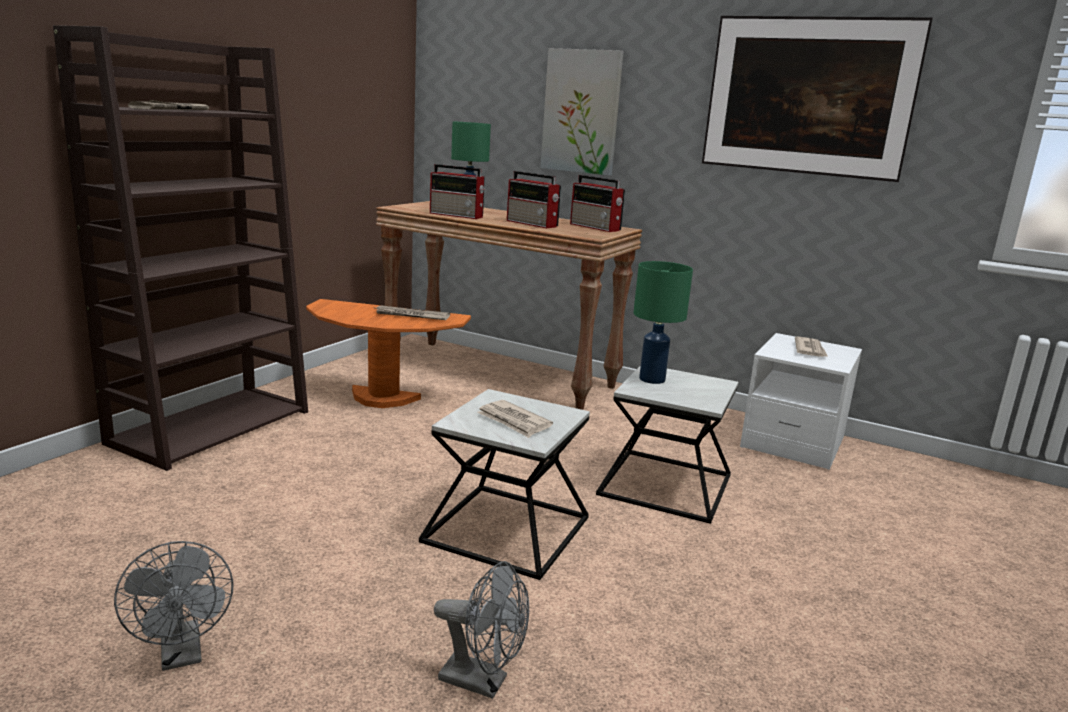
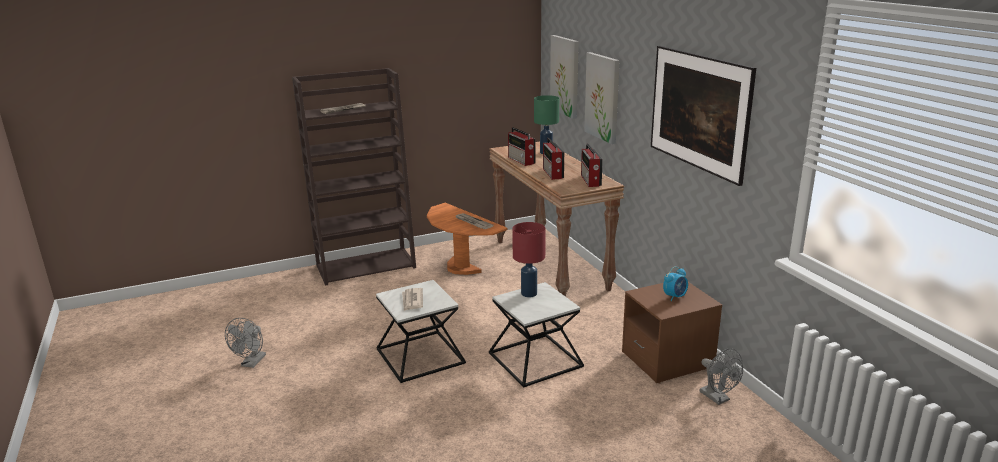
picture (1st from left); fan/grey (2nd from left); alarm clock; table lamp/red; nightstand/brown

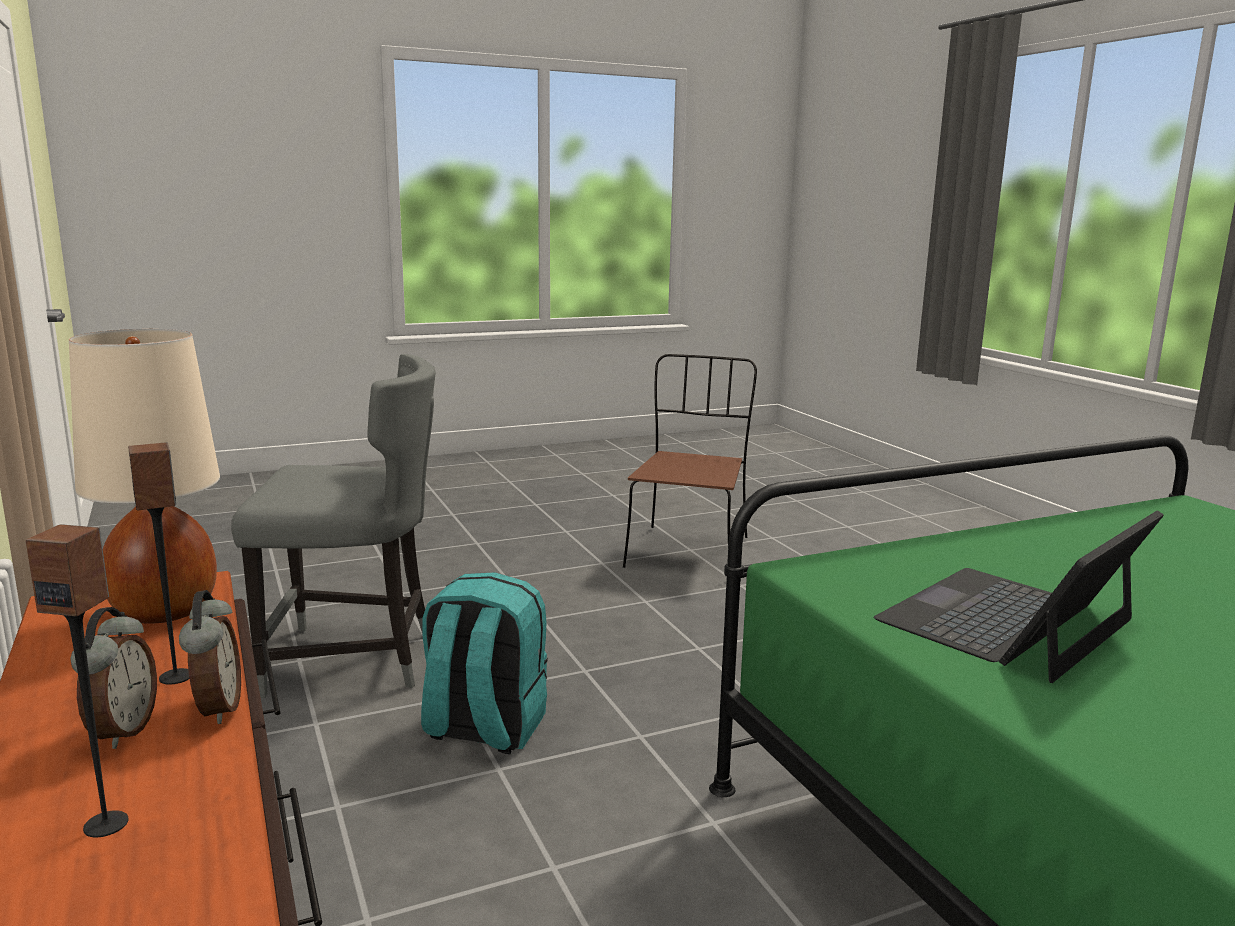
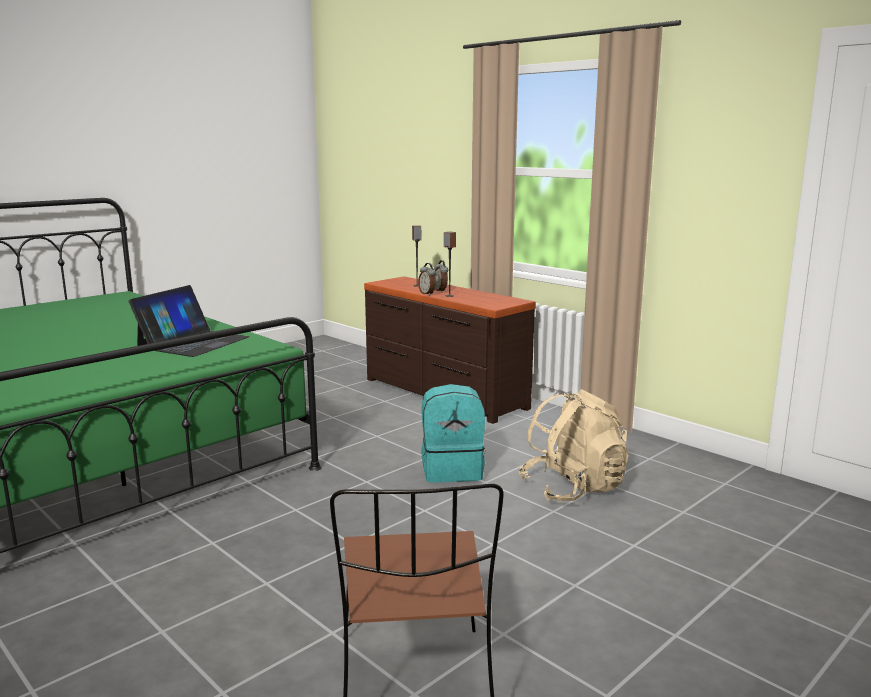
table lamp/beige; backpack/beige

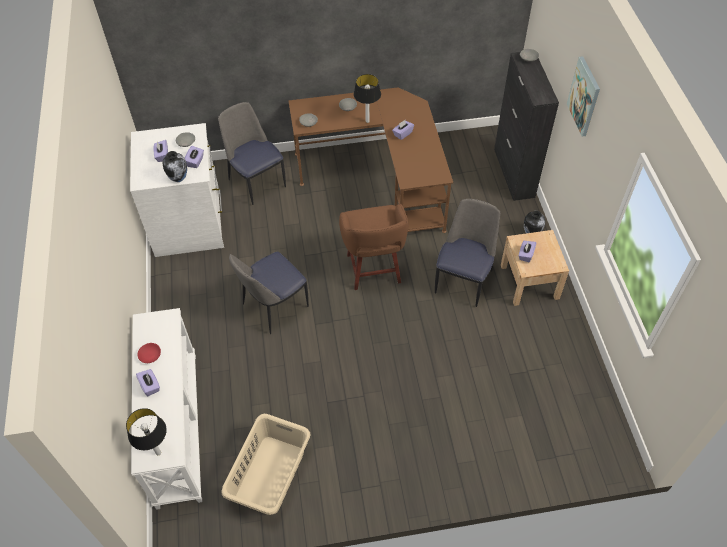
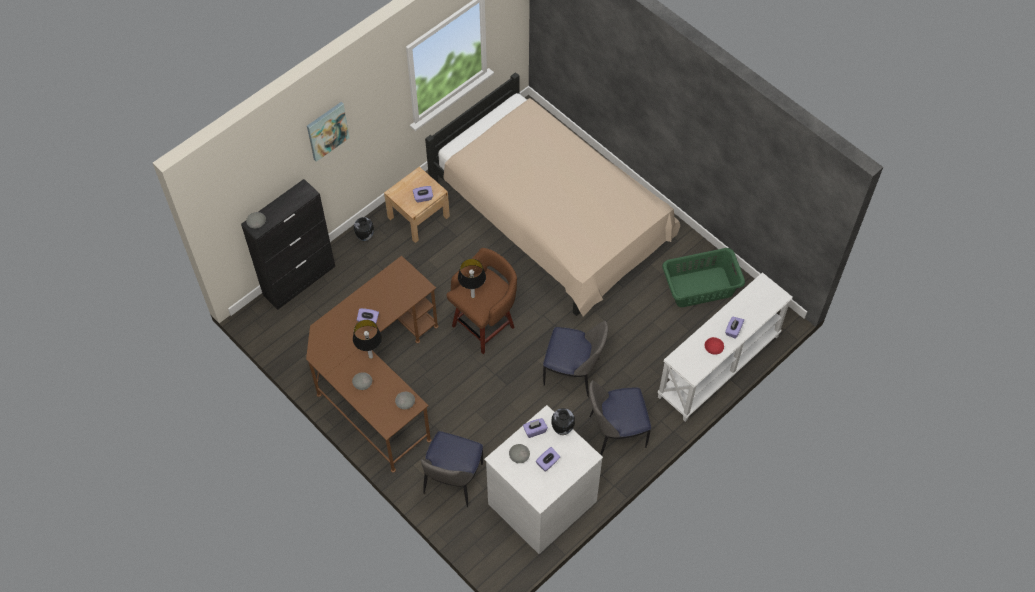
bed/beige; table lamp (2nd from left); chair (3rd from left); laundry basket/green

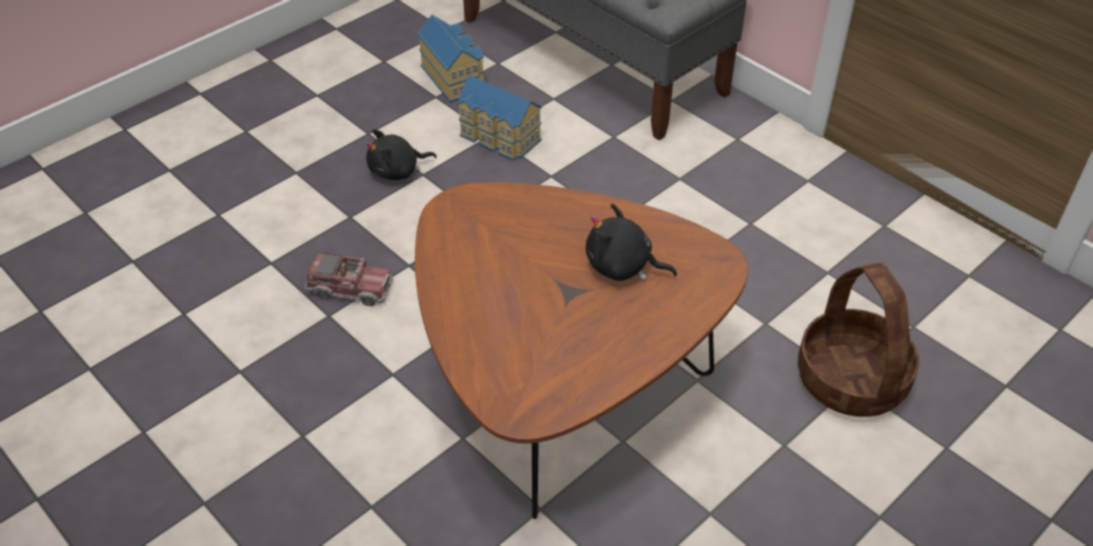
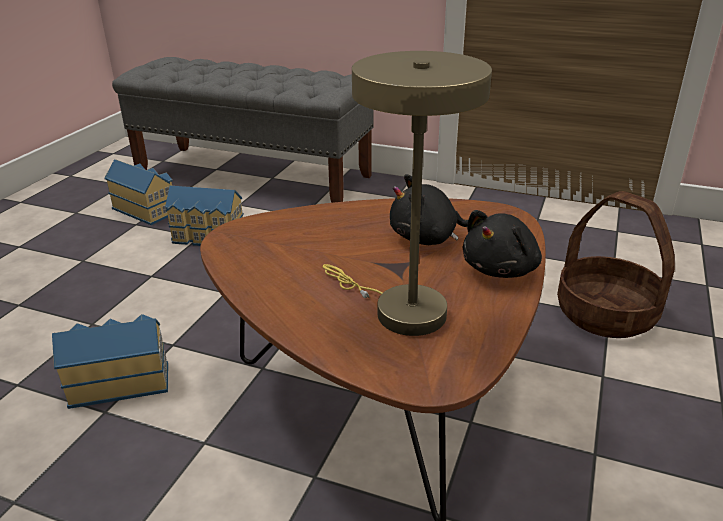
table lamp/beige; plush toy/black (2nd from left); toy house (1st from left)

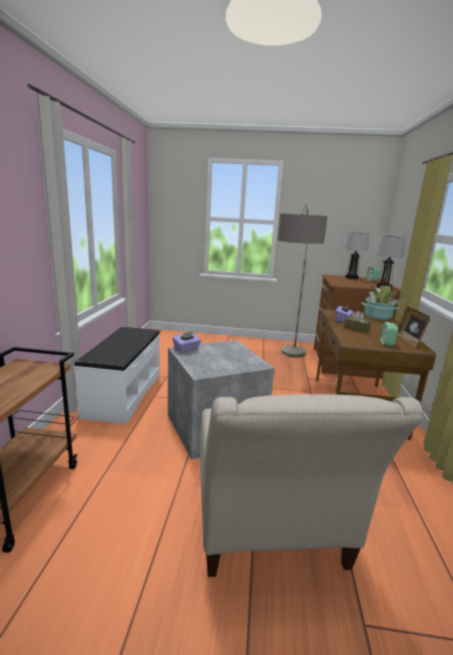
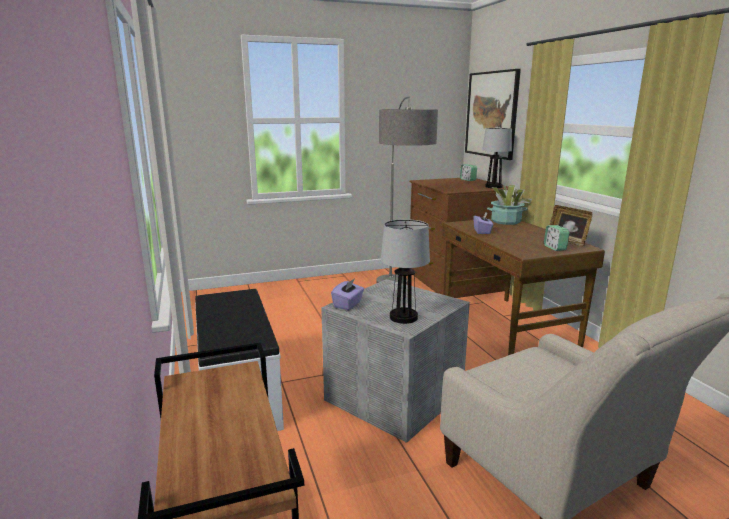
tissue box/brown; picture; table lamp (1st from left)

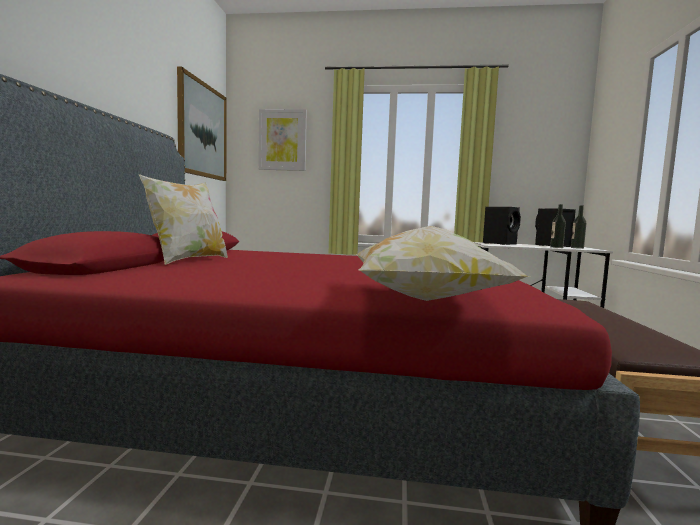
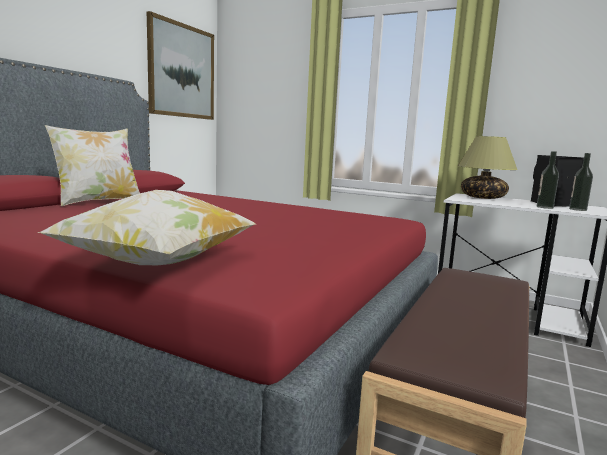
picture (2nd from left in the first image); table lamp

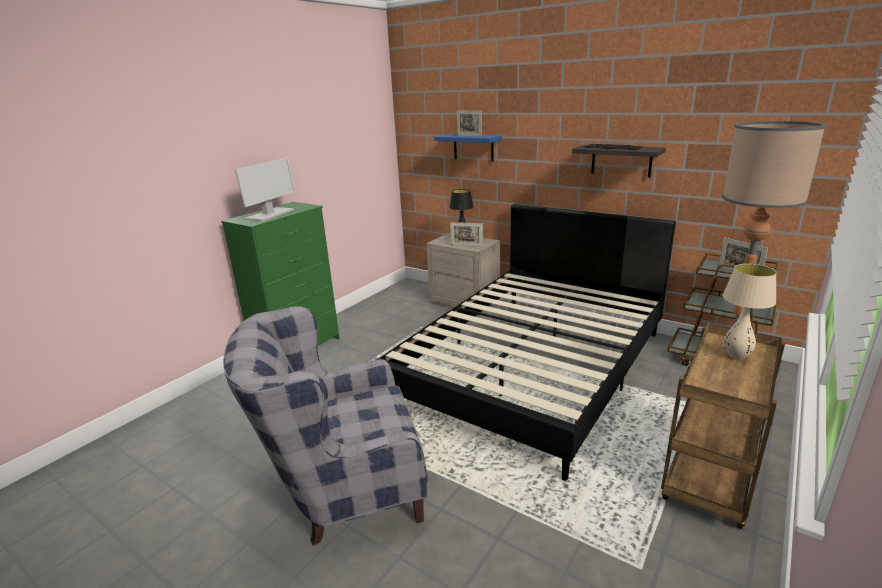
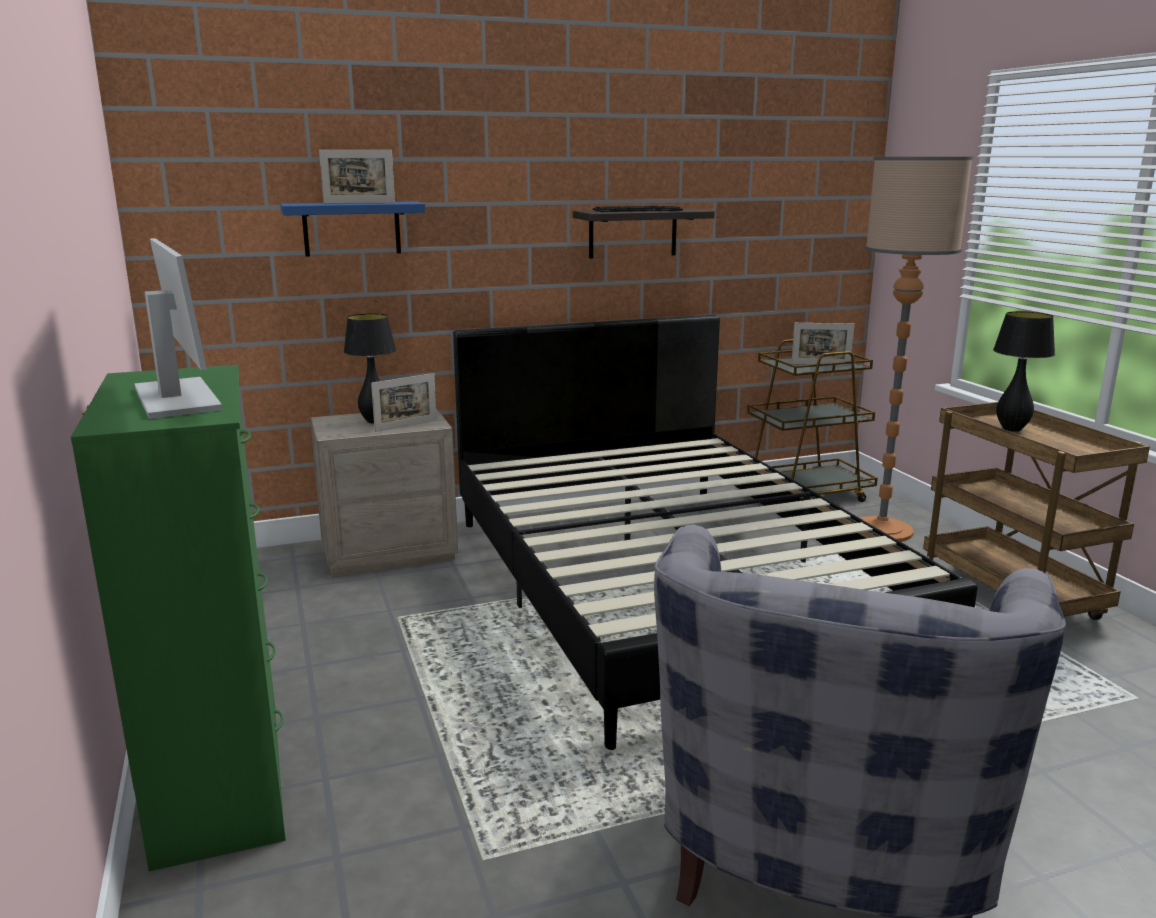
table lamp/black (2nd from left)

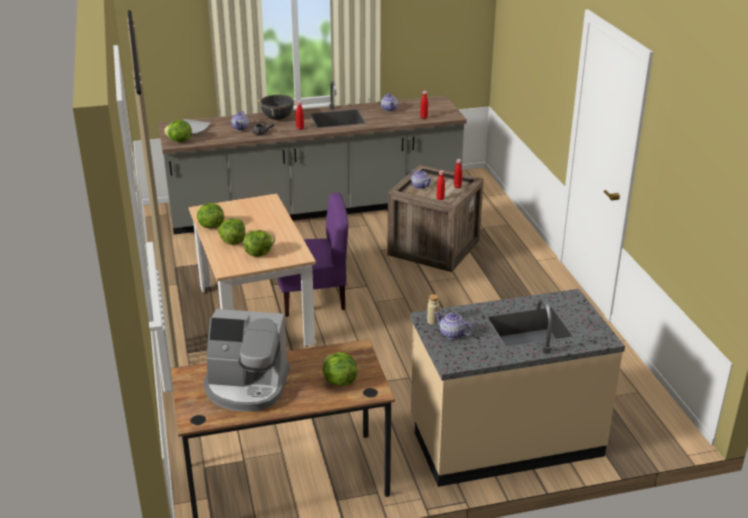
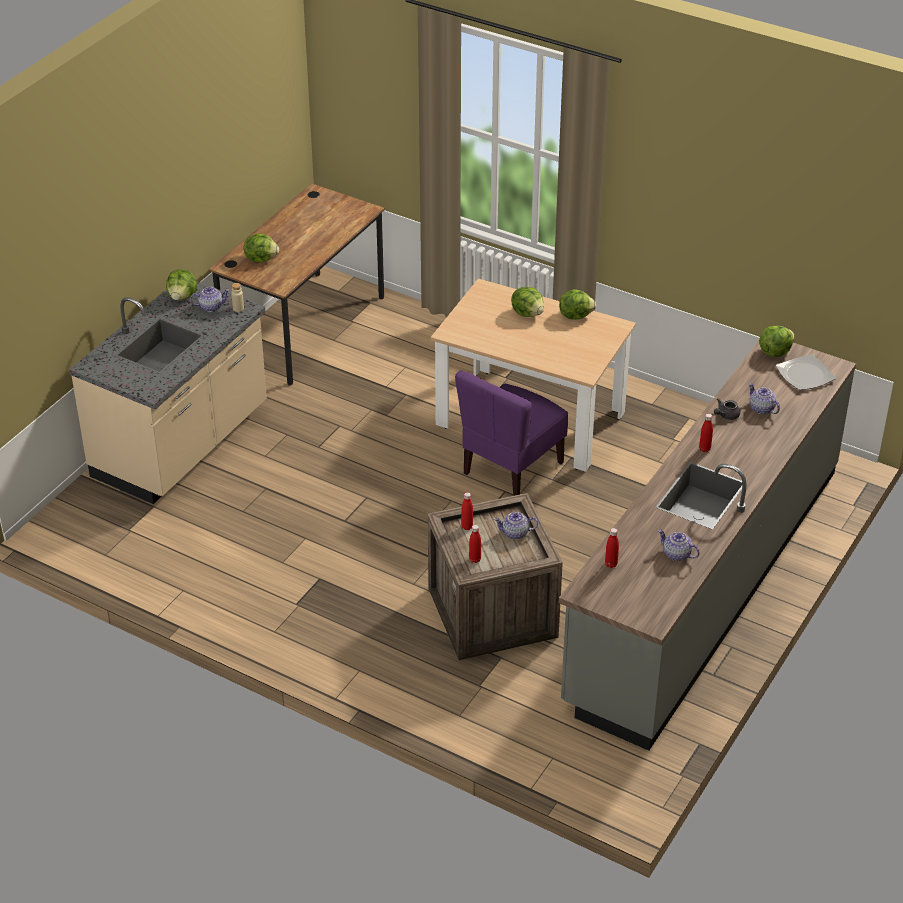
coffee machine; cooking pot/black; lettuce (1st from left)

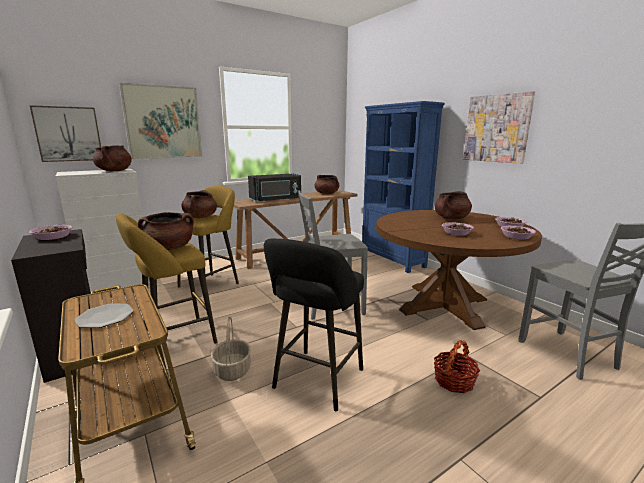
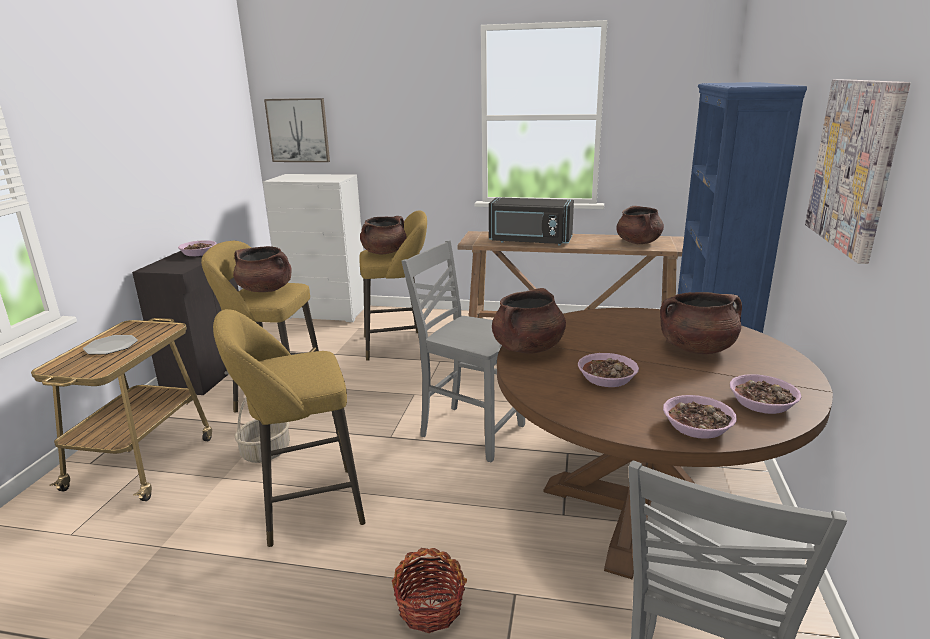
picture (2nd from left in the first image); cooking pot/brown (3rd from left); stool/yellow (2nd from left)

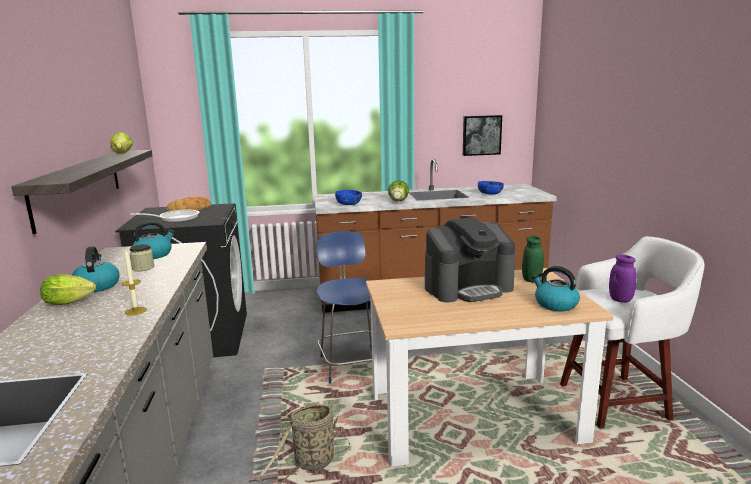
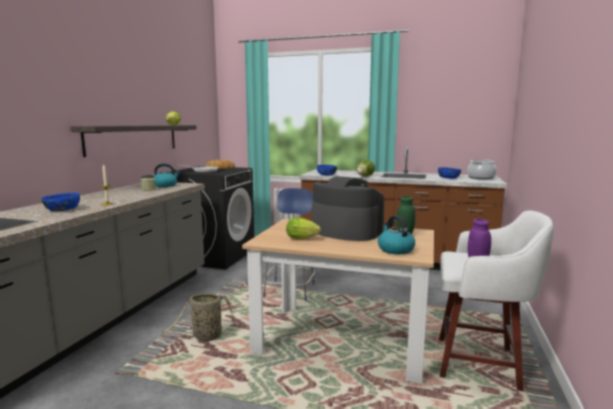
kettle (1st from left in the first image); picture; bowl/blue (1st from left); cooking pot; lettuce (2nd from left); coffee machine

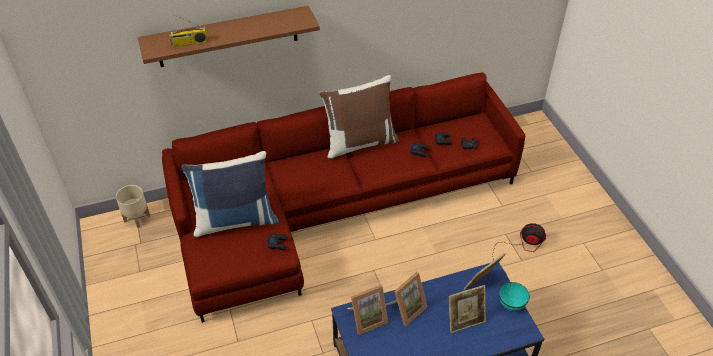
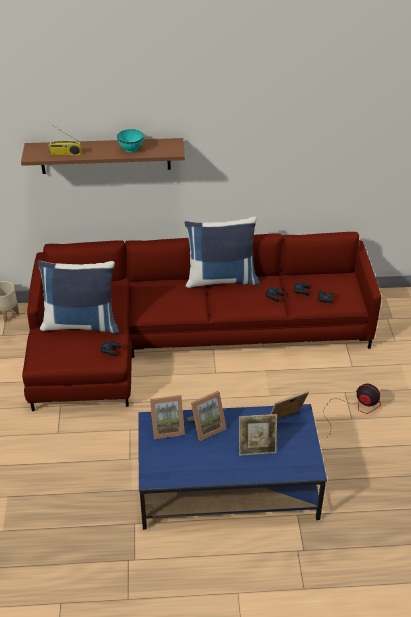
bowl/turquoise; pillow/blue (2nd from left)

